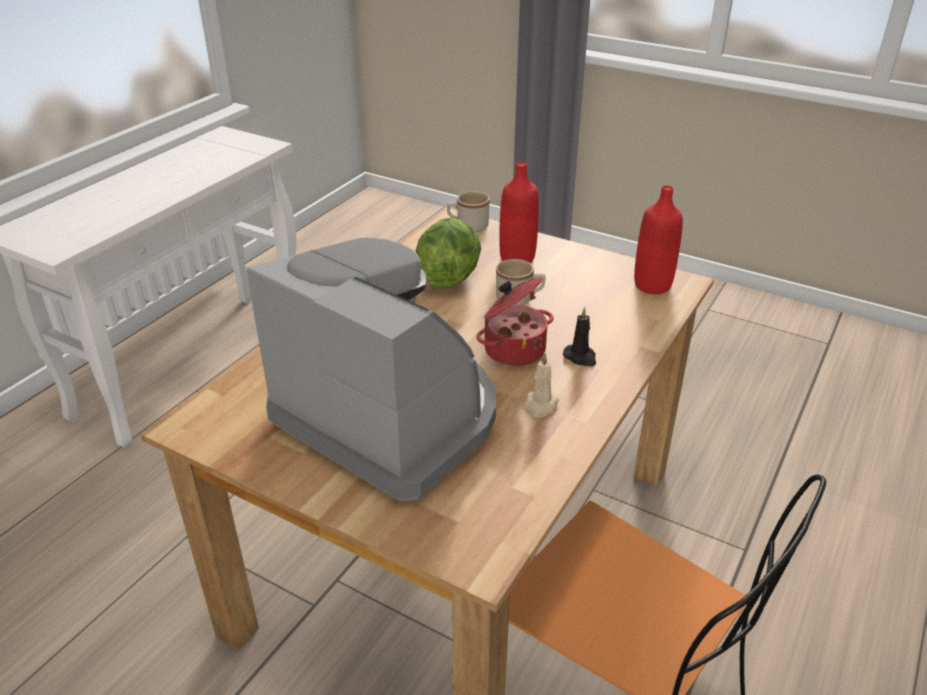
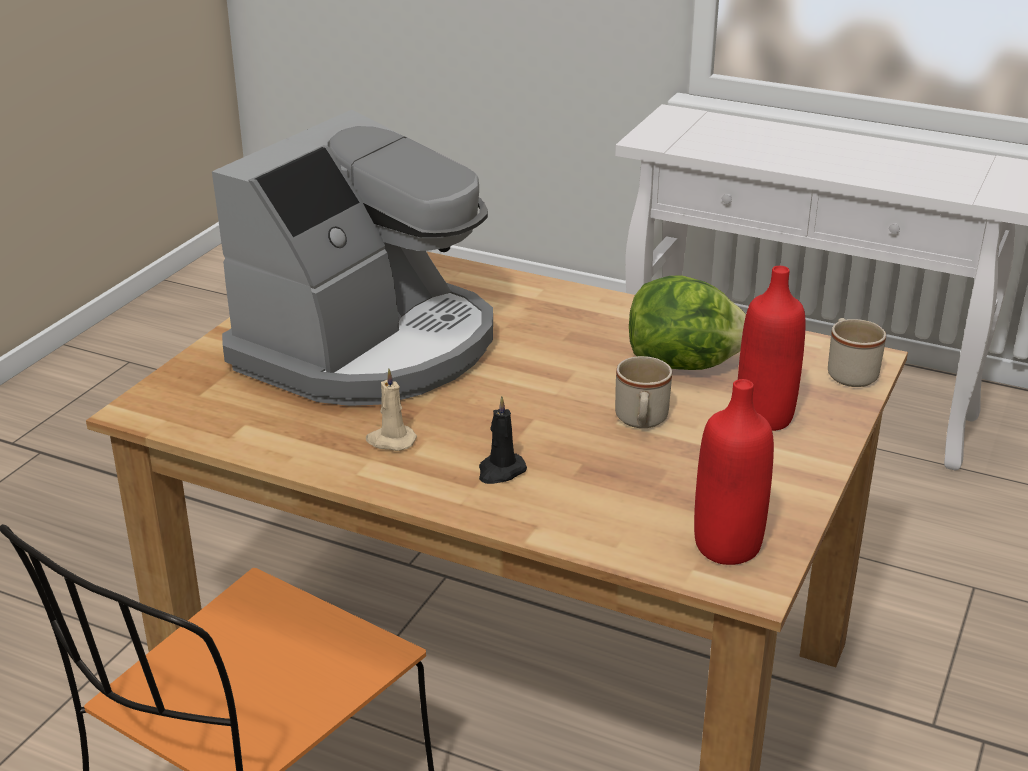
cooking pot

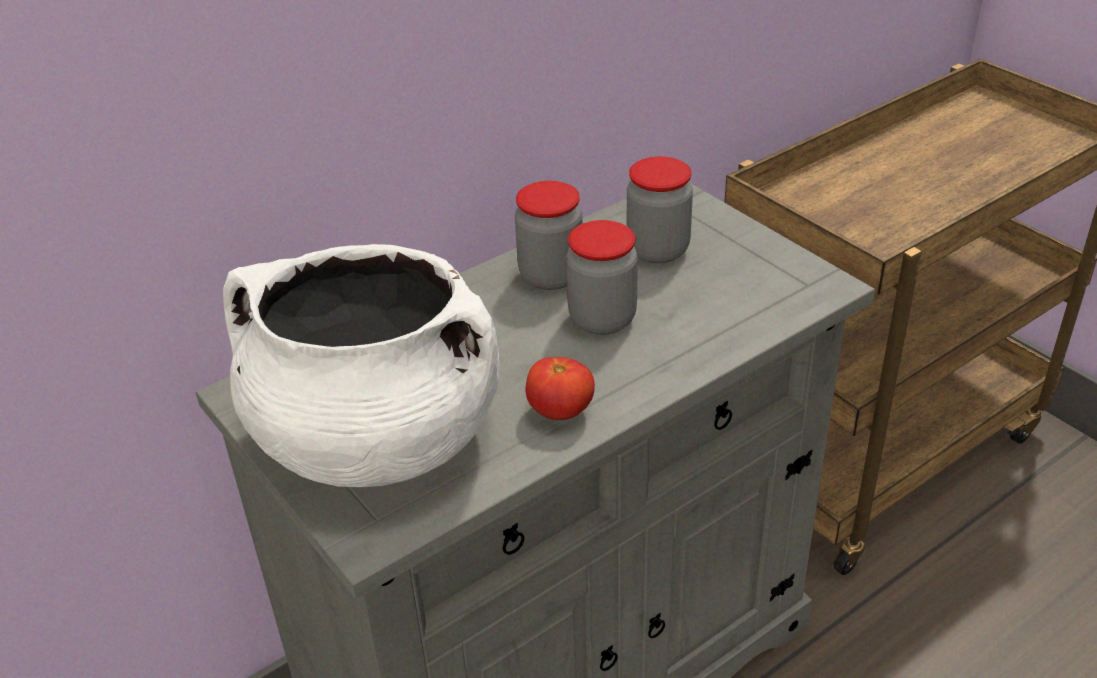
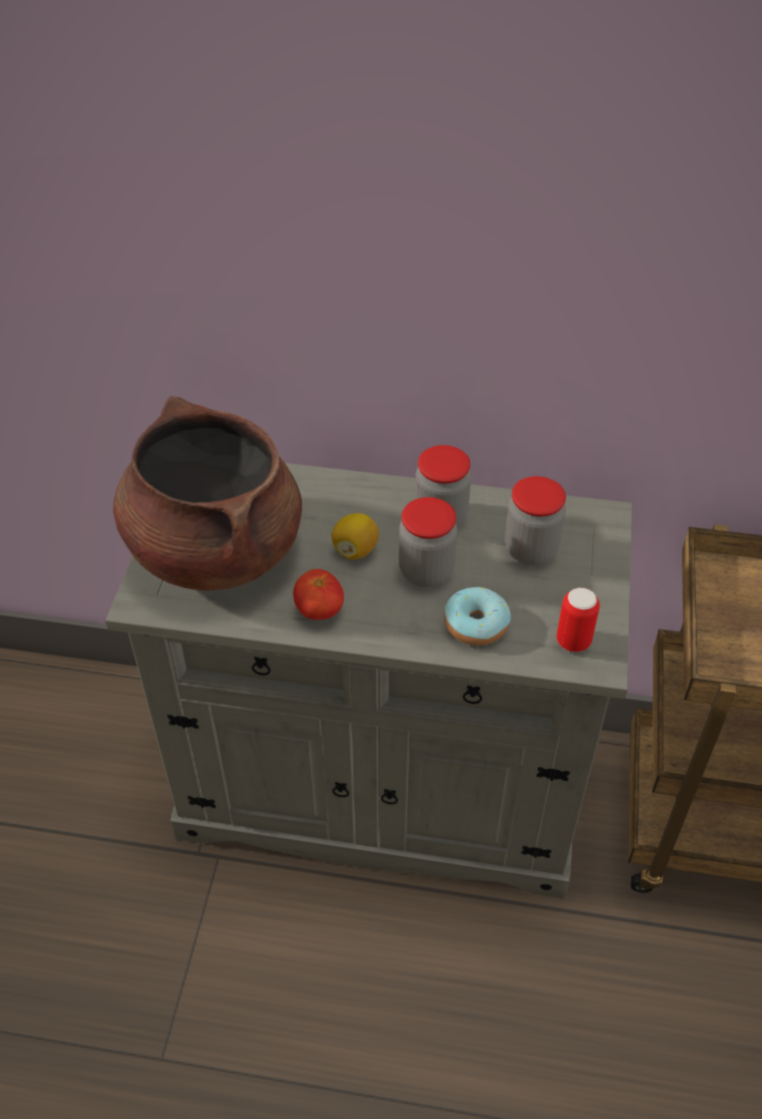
lemon; donut; can; cooking pot/brown

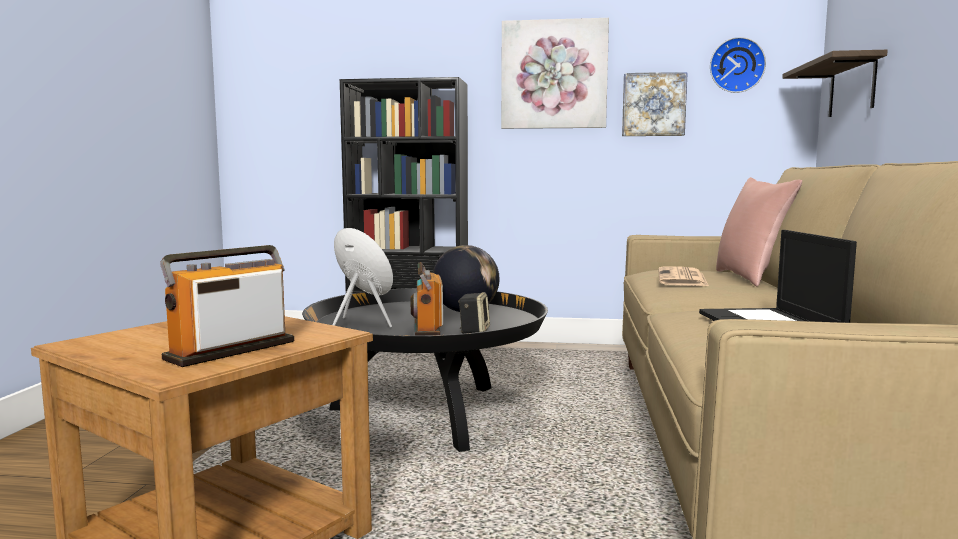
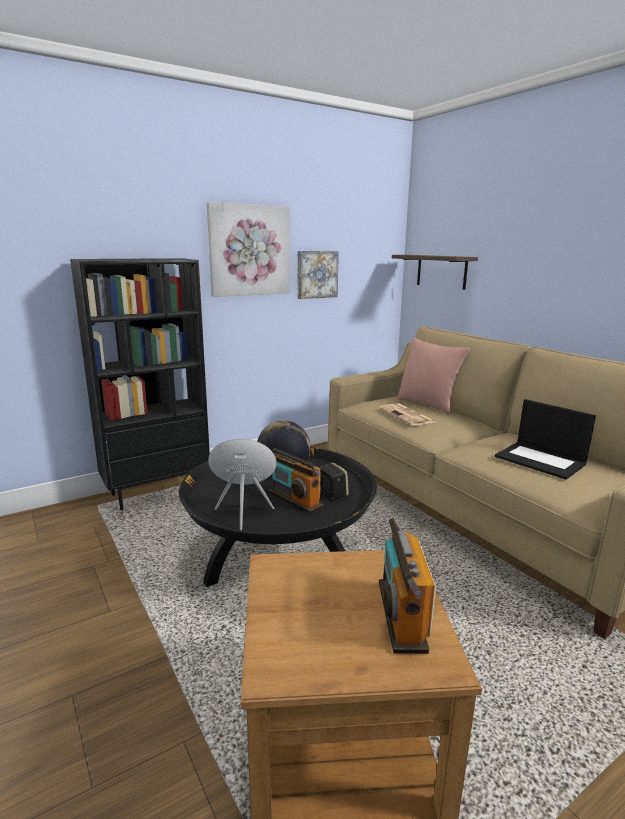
wall clock

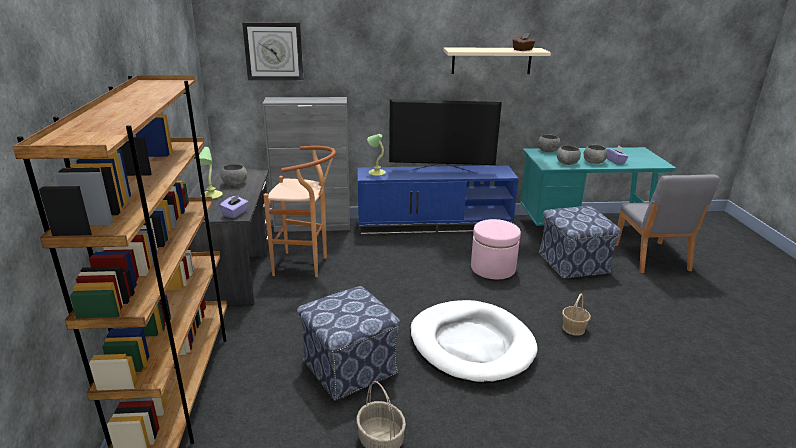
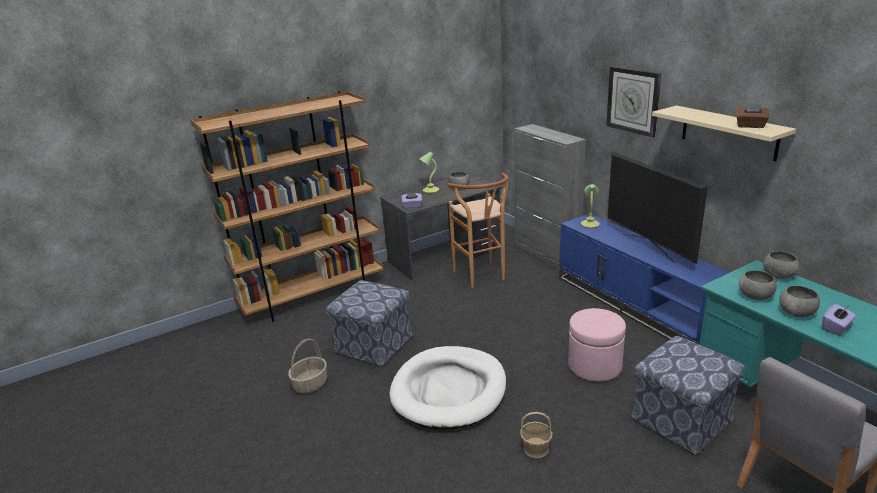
wall clock

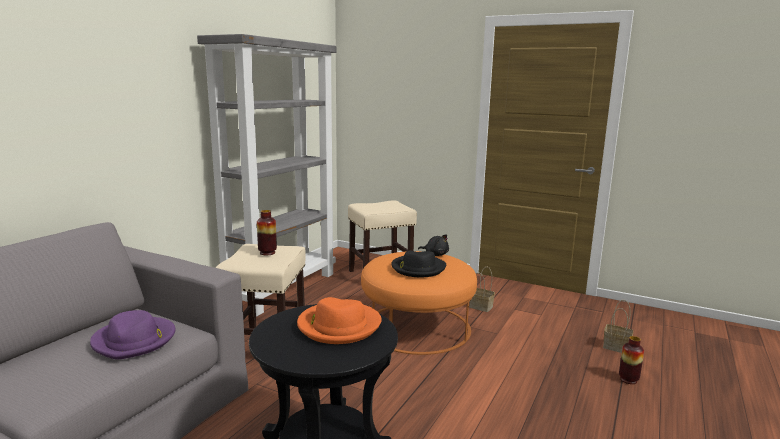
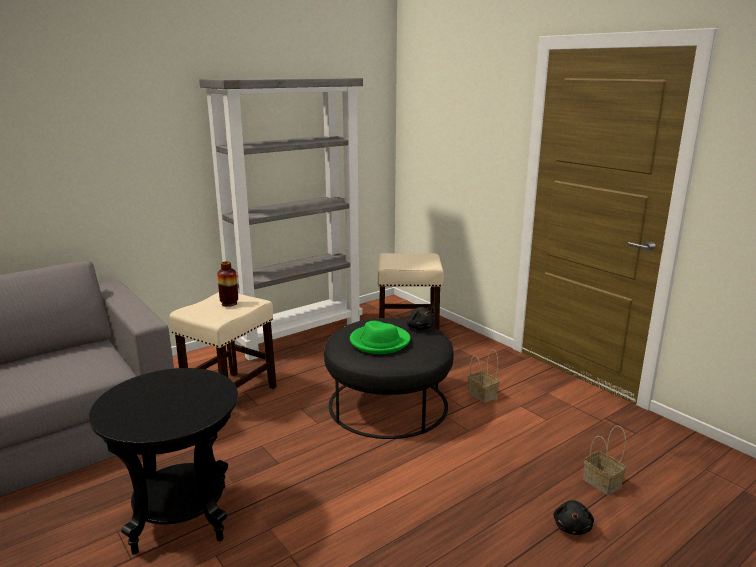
hat/purple; hat/orange; plush toy/black (2nd from left); ottoman/black; hat/green

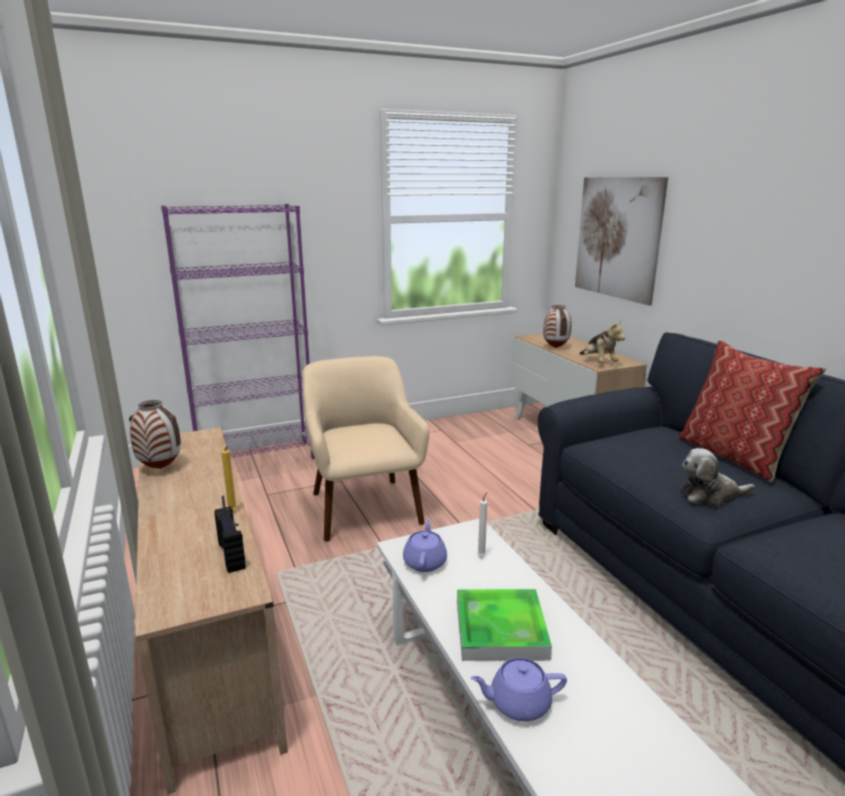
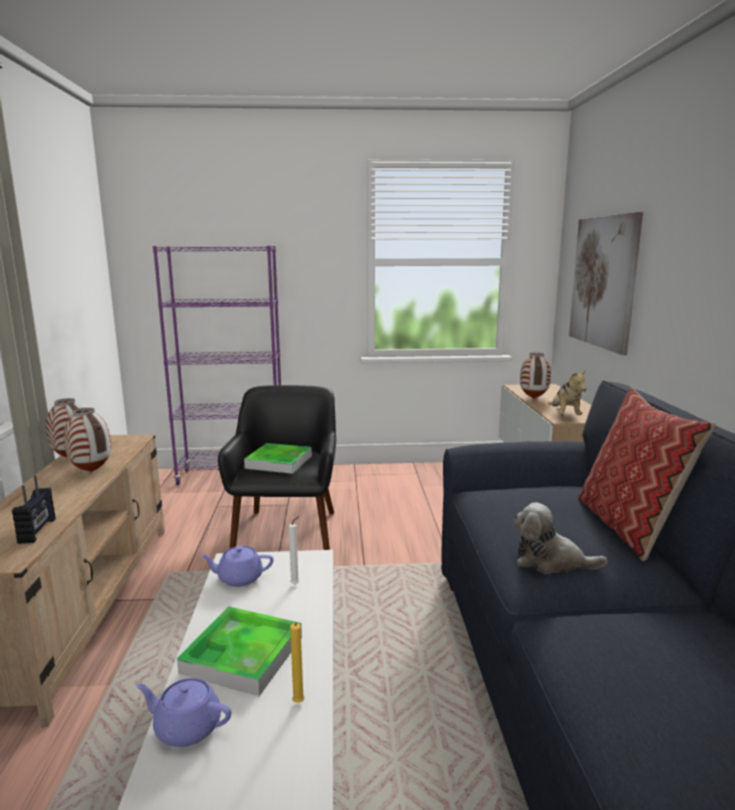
vase (2nd from left); tray (2nd from left); candle/yellow; armchair/black; teapot/purple (2nd from left)

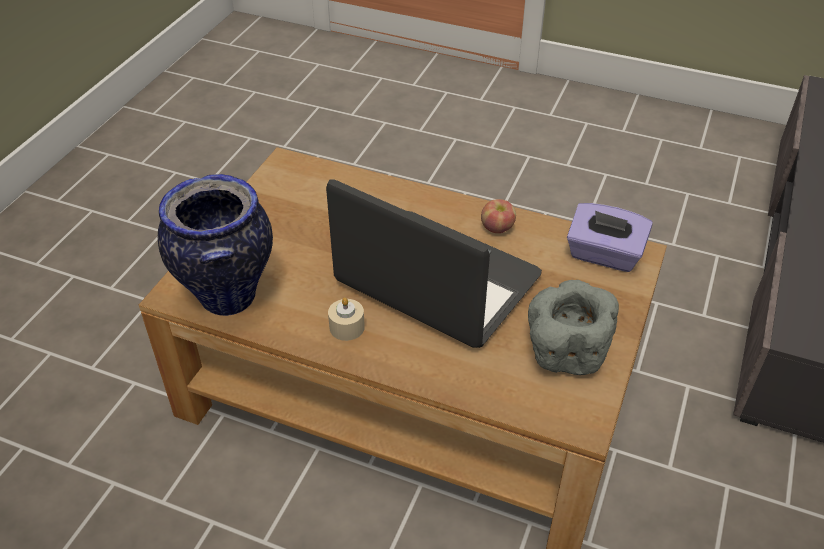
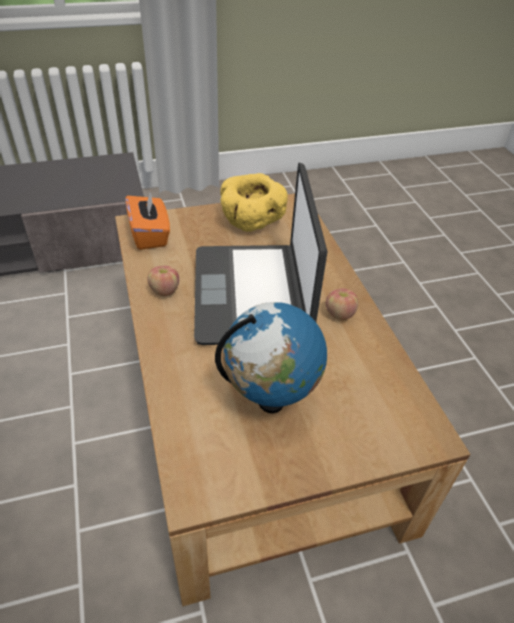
vase; globe; apple (2nd from left); bowl/yellow; tissue box/orange

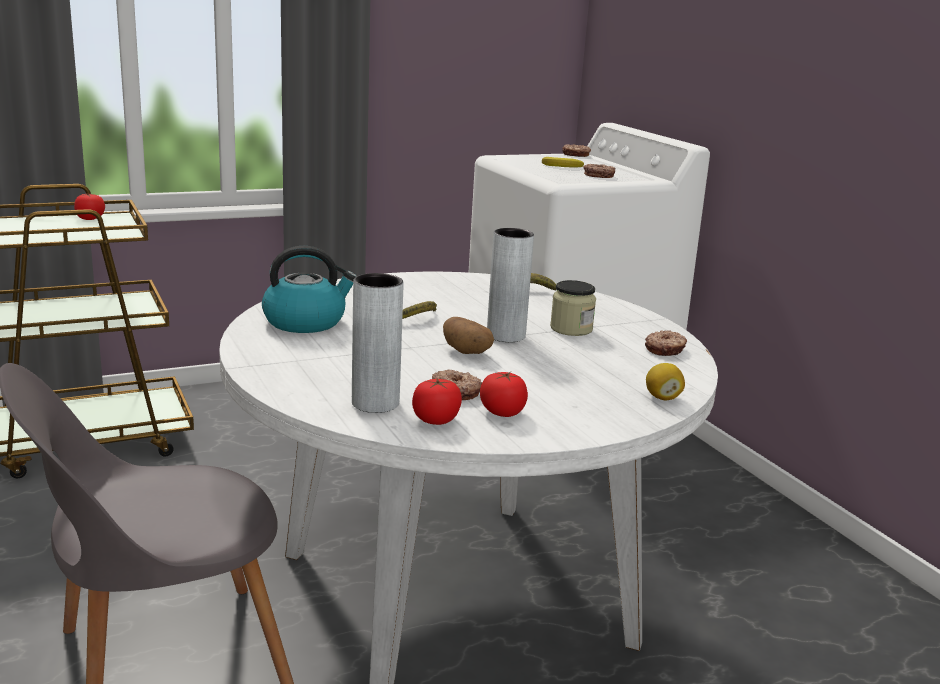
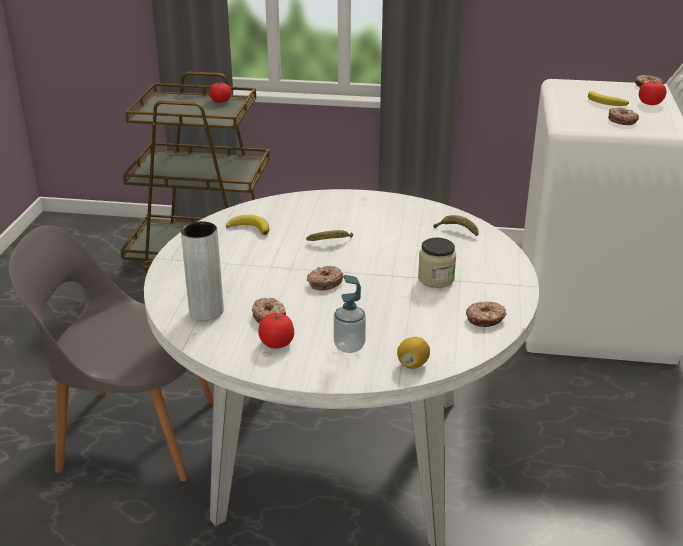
vase/grey (2nd from left in the first image); soap dispenser; tomato (3rd from left); banana (1st from left); donut (2nd from left)

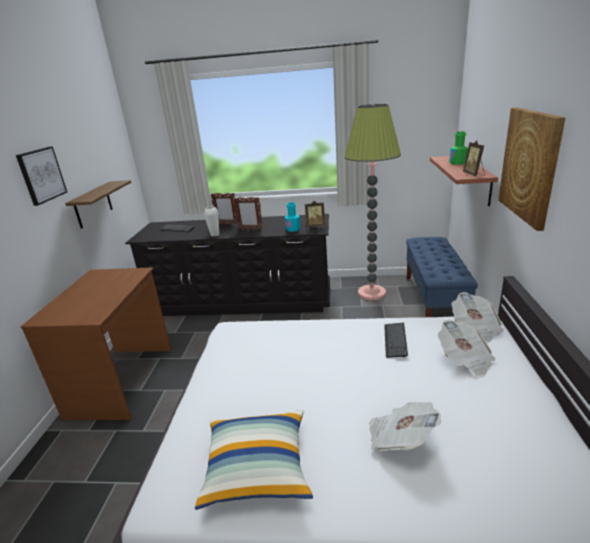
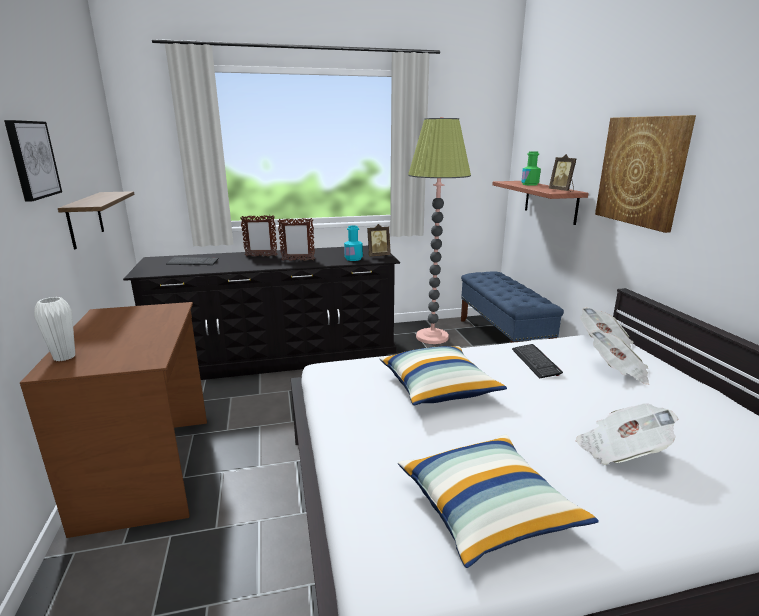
pillow (1st from left); vase/white

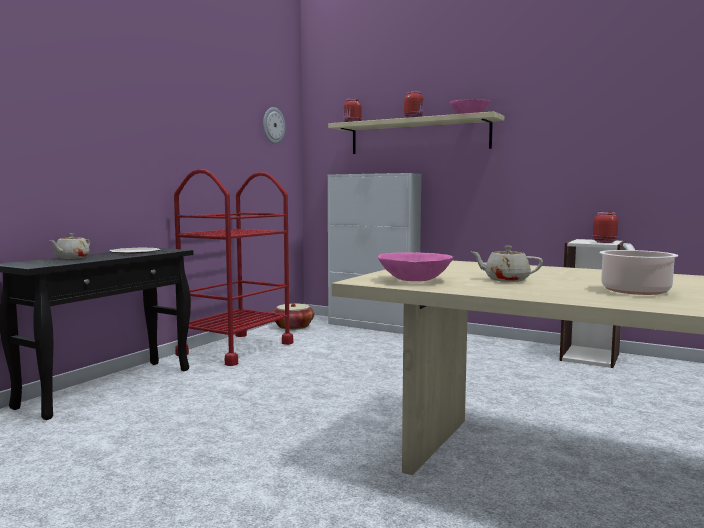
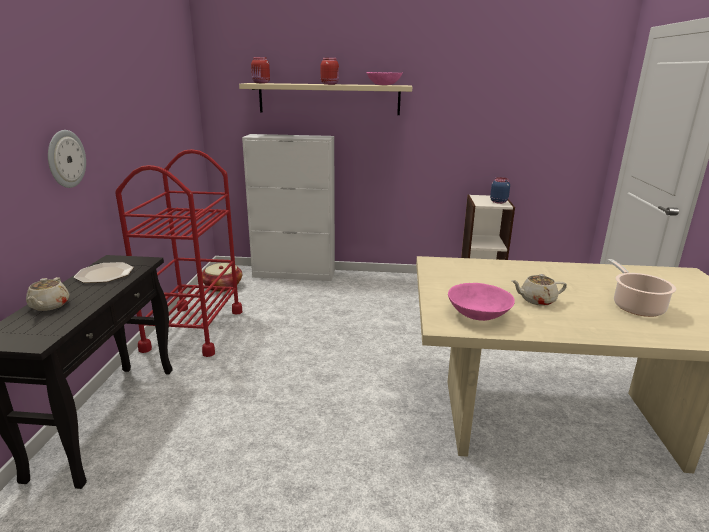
wall clock; jar/blue

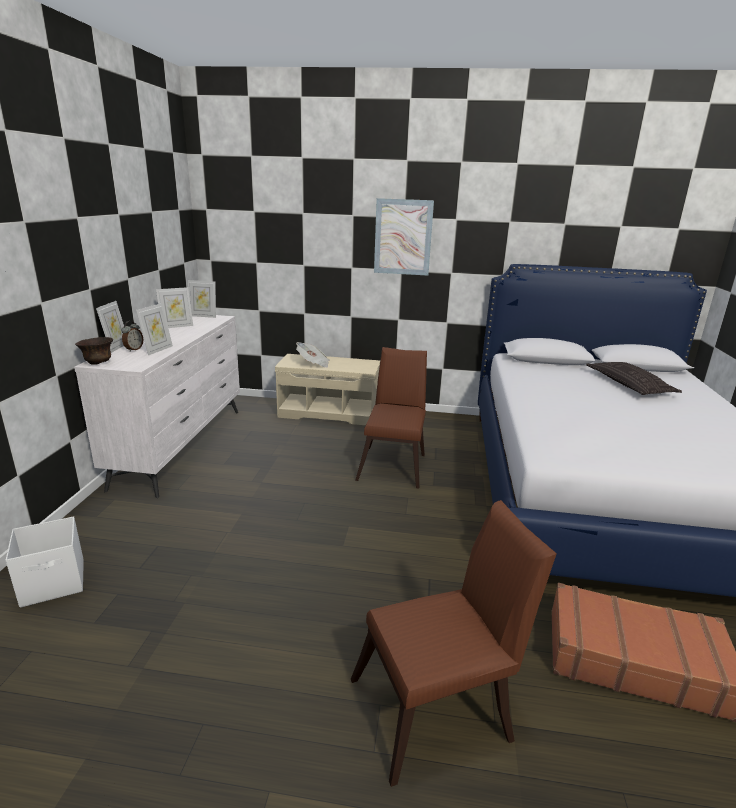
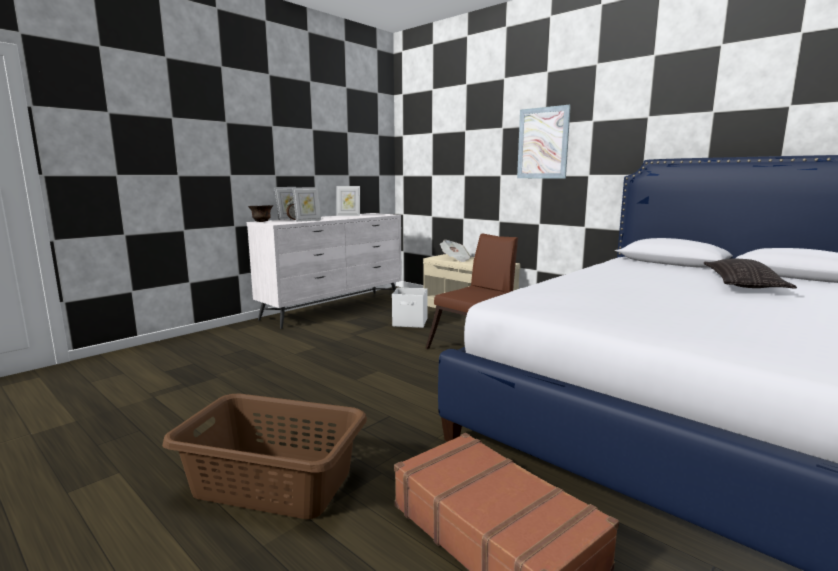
picture frame (4th from left in the first image); storage box/white; laundry basket/brown

